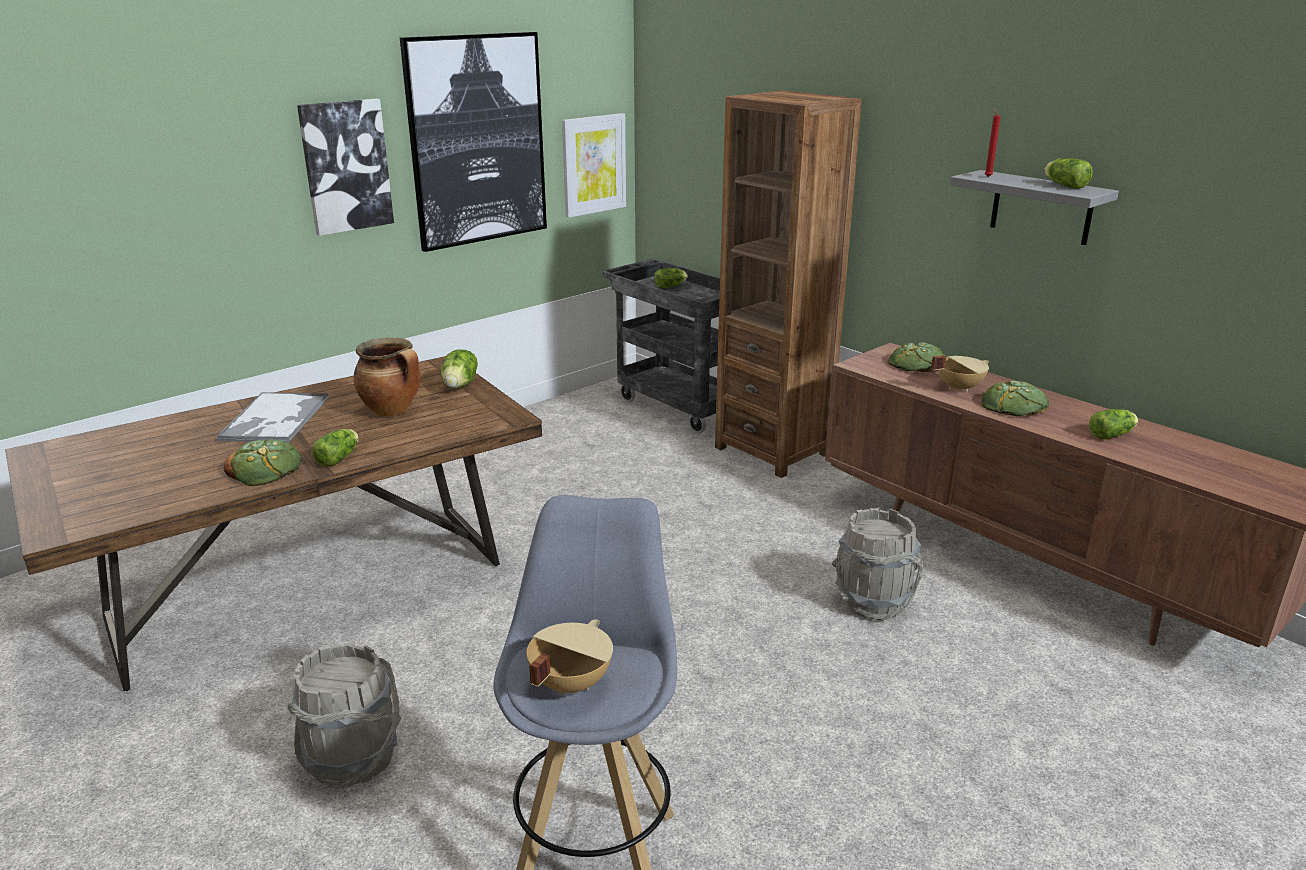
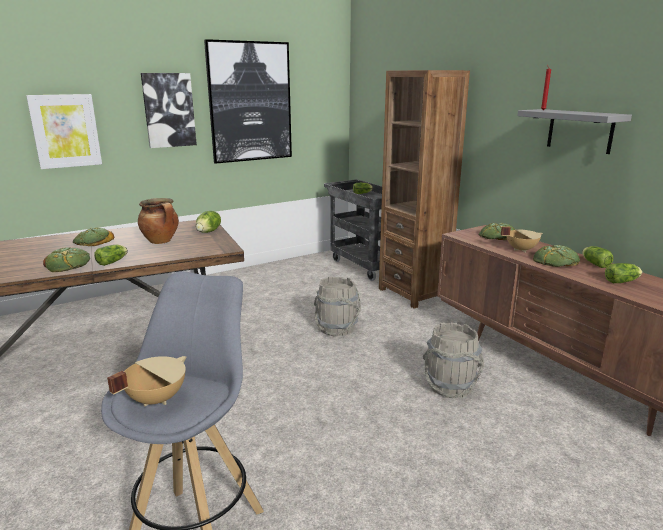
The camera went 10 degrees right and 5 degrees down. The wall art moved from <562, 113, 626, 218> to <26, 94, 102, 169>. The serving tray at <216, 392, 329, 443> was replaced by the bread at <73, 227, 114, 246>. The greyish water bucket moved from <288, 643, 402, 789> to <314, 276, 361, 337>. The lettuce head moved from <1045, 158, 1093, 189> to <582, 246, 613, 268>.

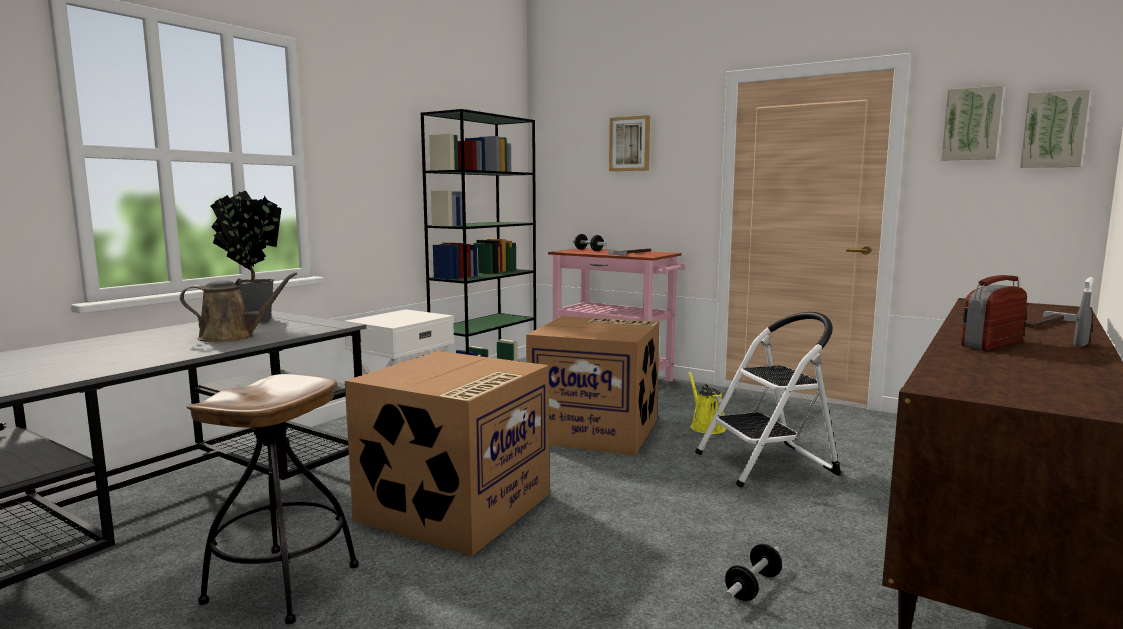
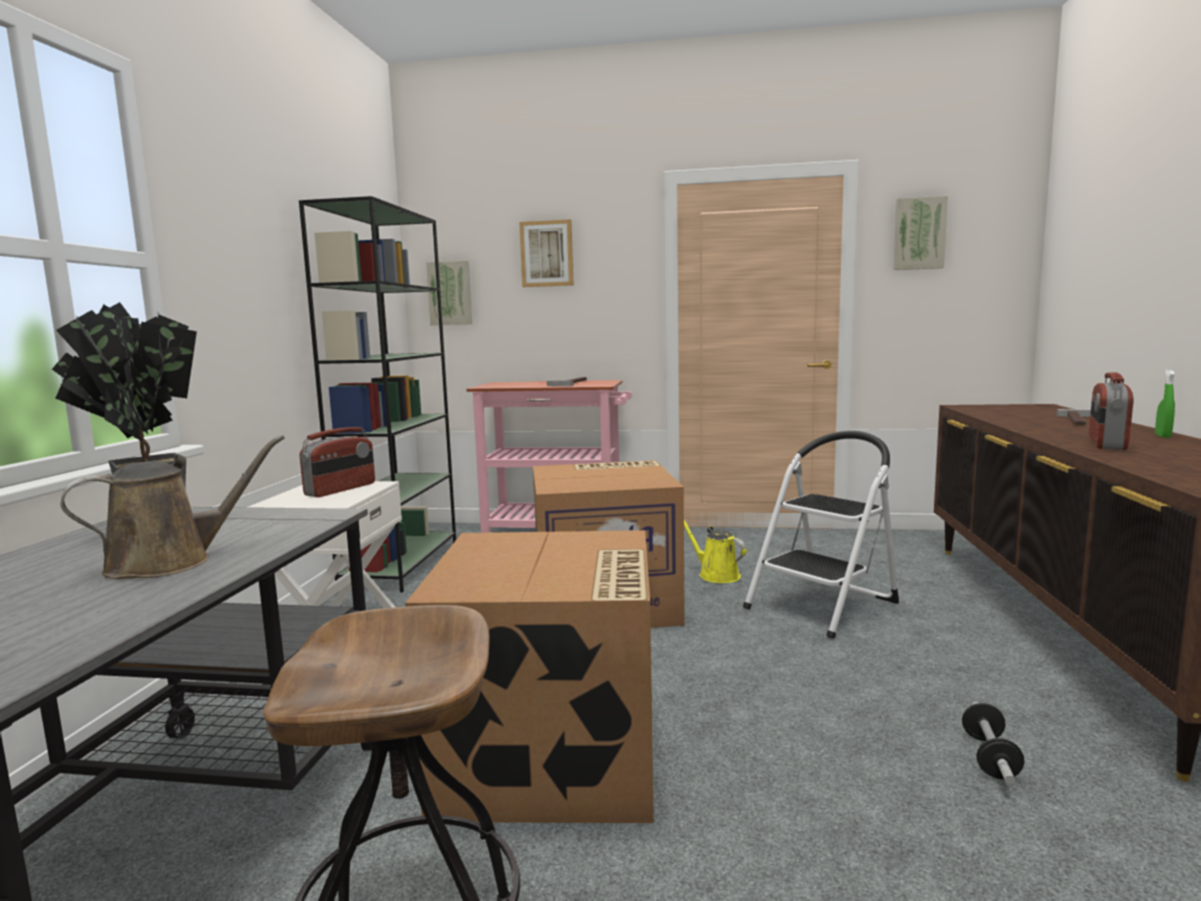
The camera went 25 degrees left and 0 degrees up. The radio set at <300, 427, 375, 497> appeared. The wall art moved from <1020, 89, 1090, 168> to <426, 260, 472, 325>. The greyish hand sprayer at <1074, 277, 1094, 347> became the green hand sprayer at <1155, 370, 1175, 438>. The dumbbell at <572, 234, 607, 251> disappeared.

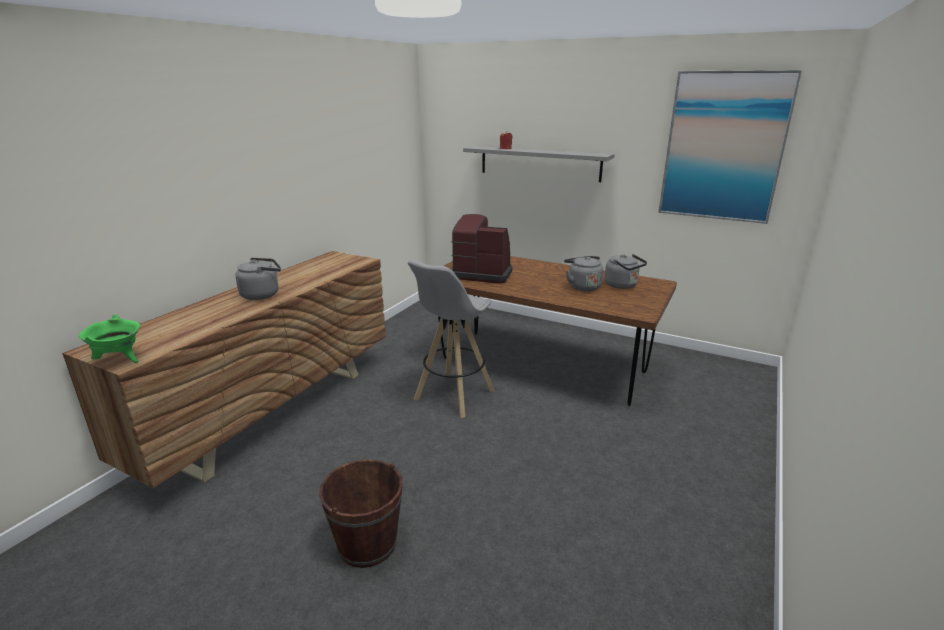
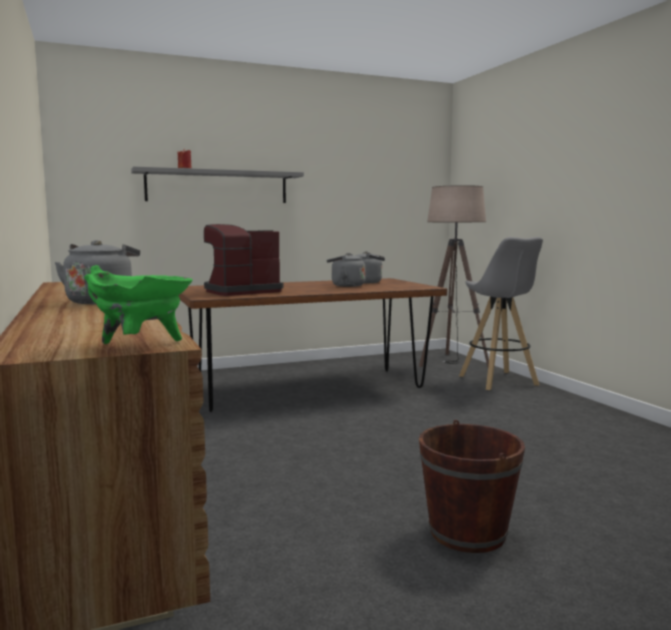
The camera went 50 degrees left and 15 degrees down. The standing lamp at <419, 185, 489, 367> appeared. The greyish stool moved from <408, 260, 495, 418> to <459, 237, 543, 390>. The wall art at <658, 70, 802, 224> disappeared.

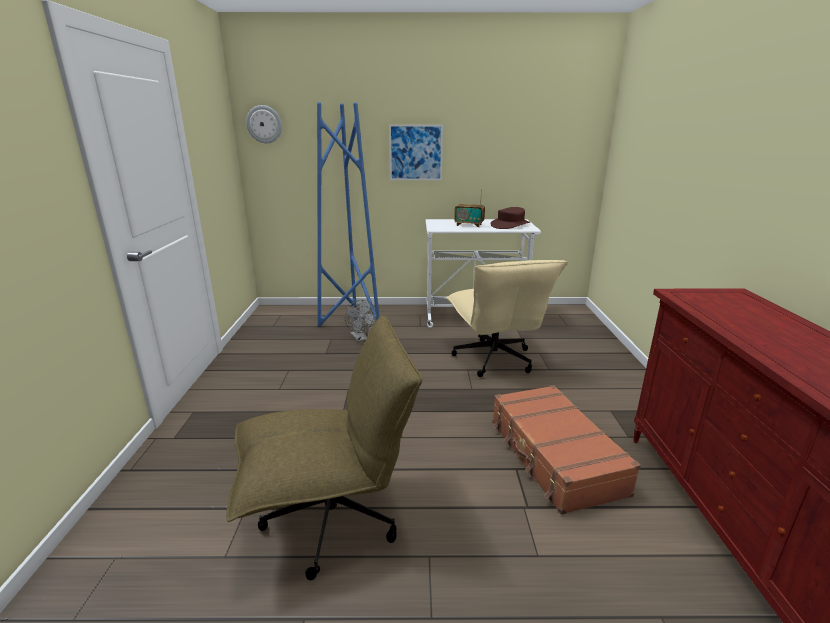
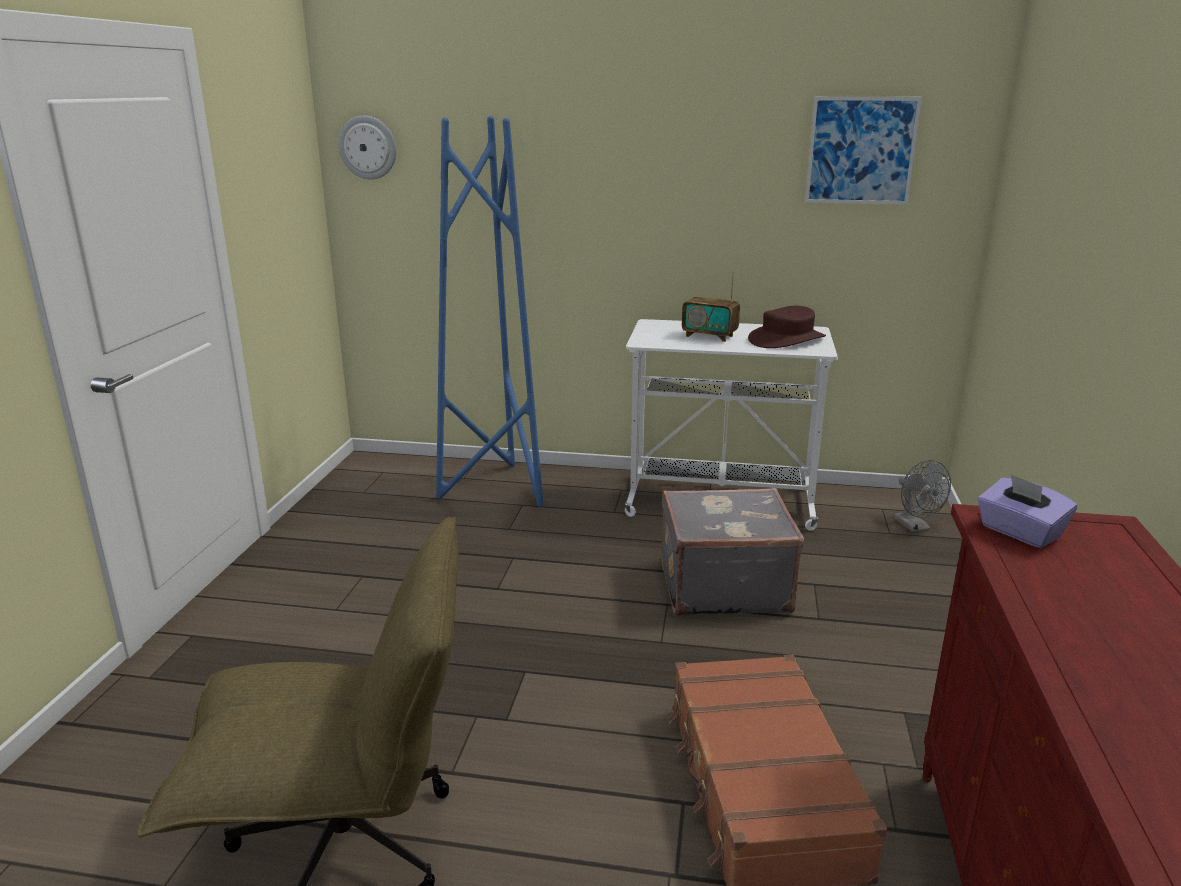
The camera went 10 degrees right and 0 degrees up. The beige-coloured desk chair at <444, 260, 568, 377> was replaced by the greyish suitcase at <662, 488, 804, 616>. The wall art moved from <389, 124, 443, 180> to <805, 97, 922, 205>. The greyish electric fan moved from <345, 300, 377, 342> to <893, 460, 951, 533>. The purple-coloured box of tissues at <978, 474, 1077, 548> appeared.

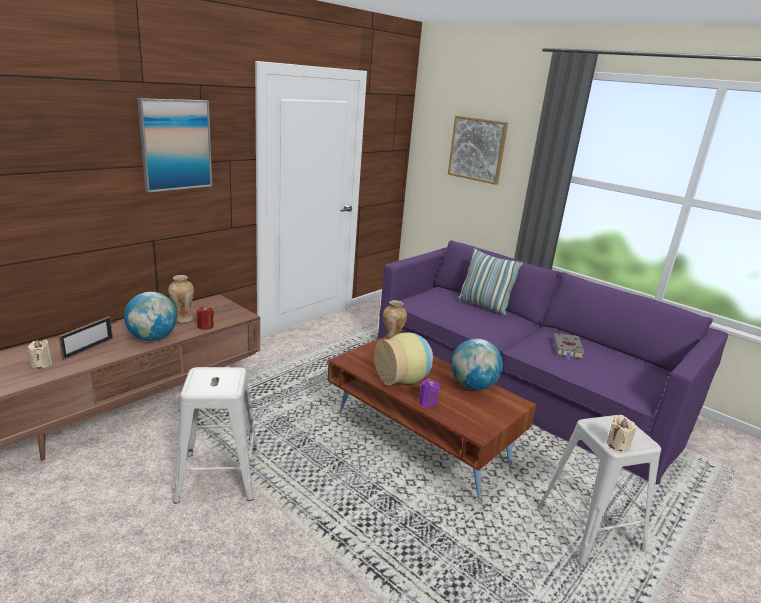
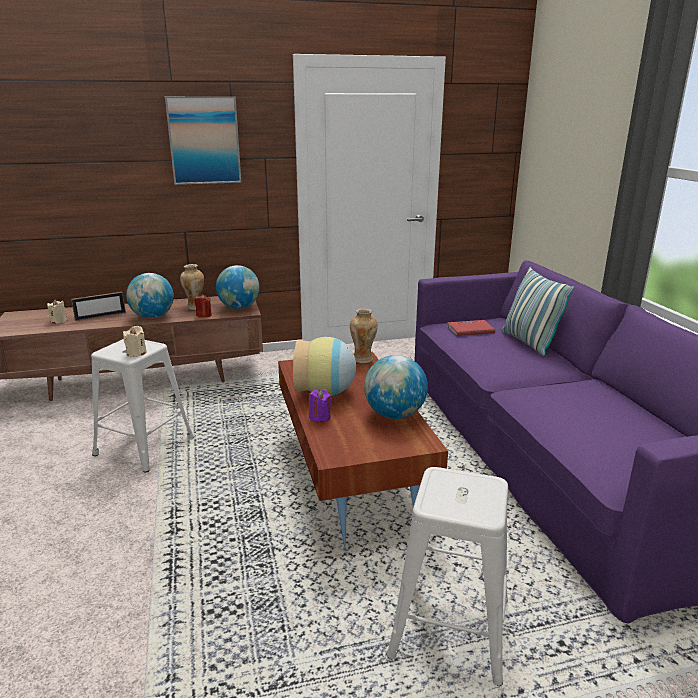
The camera went 35 degrees right and 0 degrees up. The beige-coloured wax candle moved from <607, 415, 636, 452> to <123, 326, 147, 357>. The world globe at <216, 265, 260, 309> appeared. The red bound book at <447, 320, 495, 336> appeared. The wall art at <448, 116, 508, 185> disappeared. The greyish bound book at <553, 333, 585, 361> disappeared.

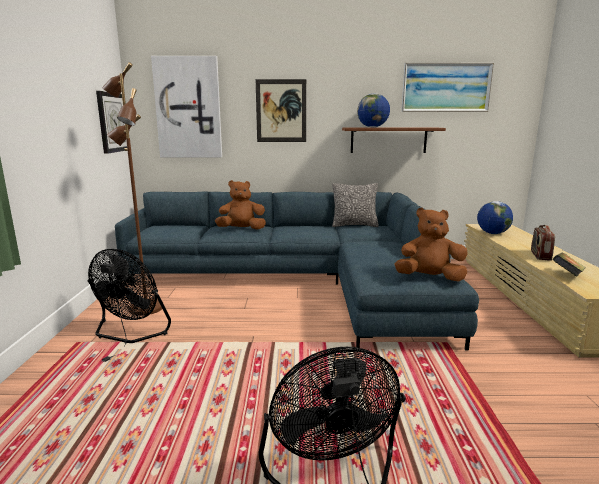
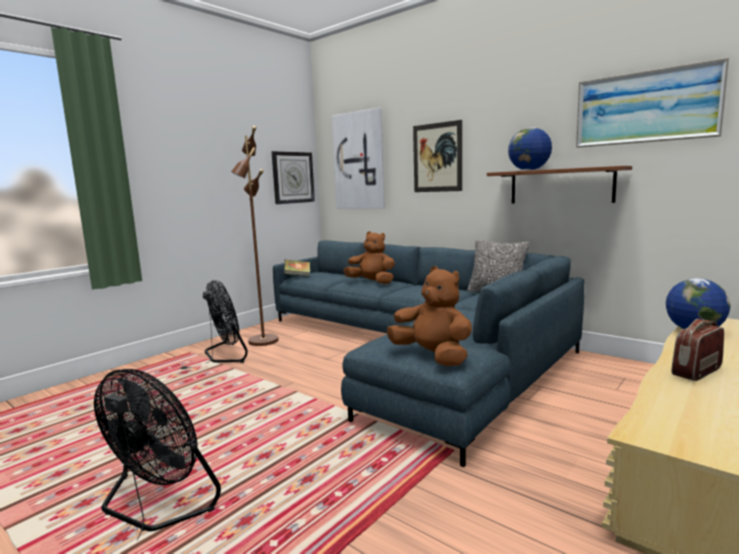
The camera went 40 degrees right and 5 degrees down. The bound book moved from <552, 252, 586, 277> to <284, 260, 310, 277>.

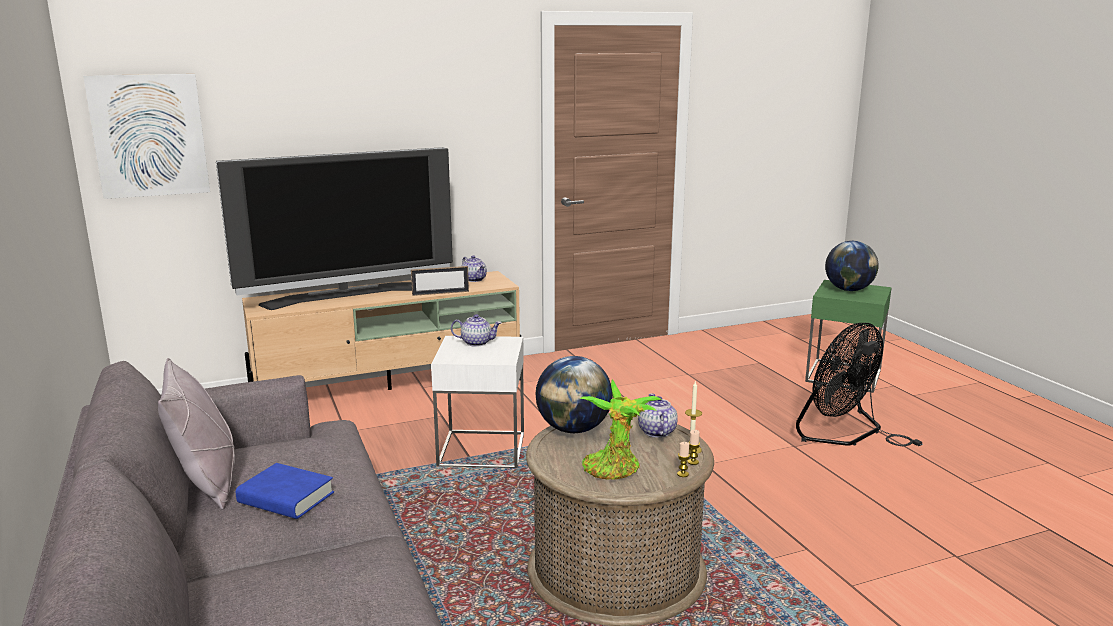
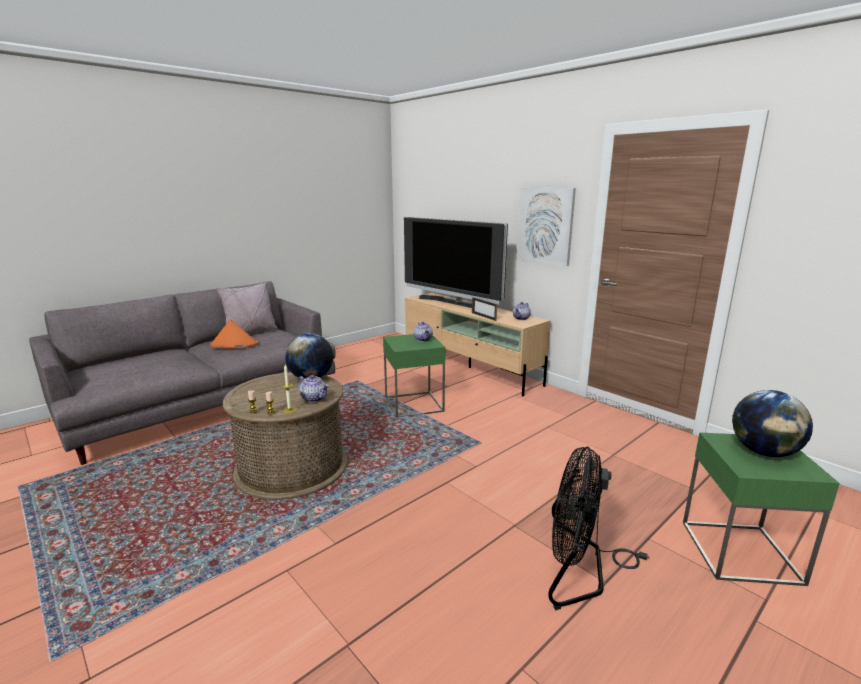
The camera went 70 degrees right and 0 degrees up. The blue-coloured bound book at <236, 463, 334, 519> was replaced by the orangey wearable hat at <210, 319, 259, 349>. The teapot at <638, 394, 678, 438> turned 60 degrees clockwise. The whitish end table at <431, 336, 524, 468> became the green end table at <383, 334, 445, 417>. The wall art moved from <83, 74, 210, 199> to <517, 188, 576, 266>. The black-coloured electric fan at <796, 323, 922, 446> turned 105 degrees counterclockwise. The houseplant at <579, 379, 662, 480> disappeared.

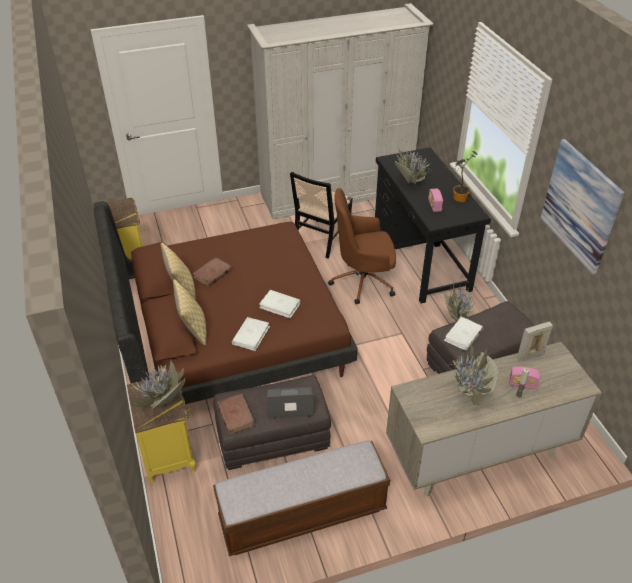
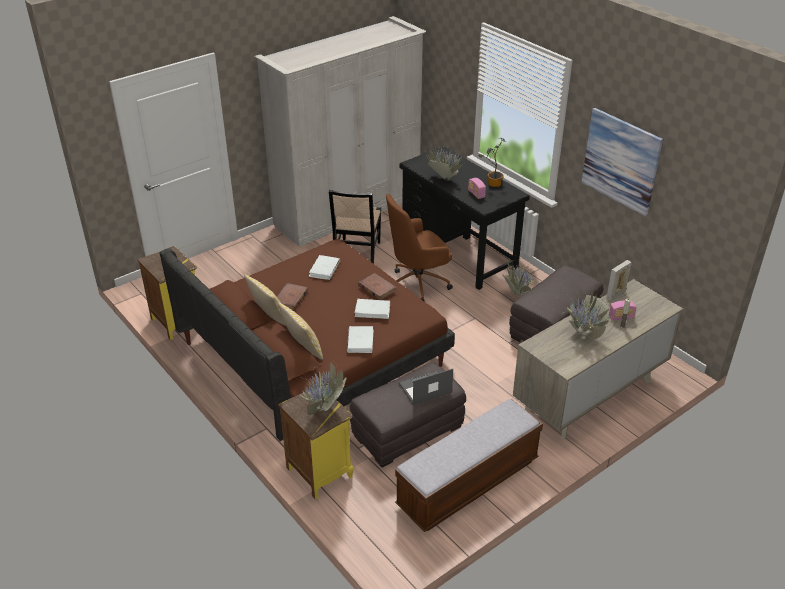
The camera went 20 degrees left and 5 degrees down. The whitish bound book moved from <444, 317, 483, 351> to <309, 255, 340, 280>. The brown bound book moved from <217, 394, 255, 434> to <358, 273, 396, 300>.

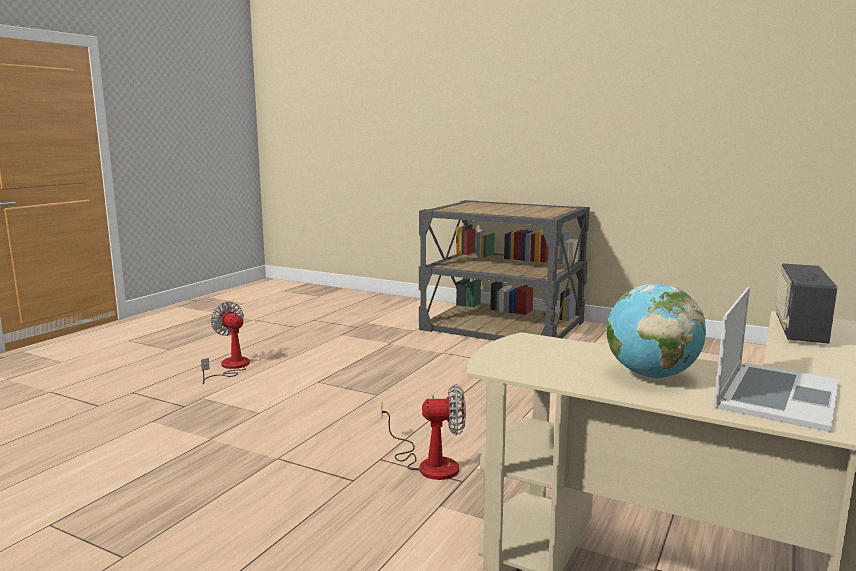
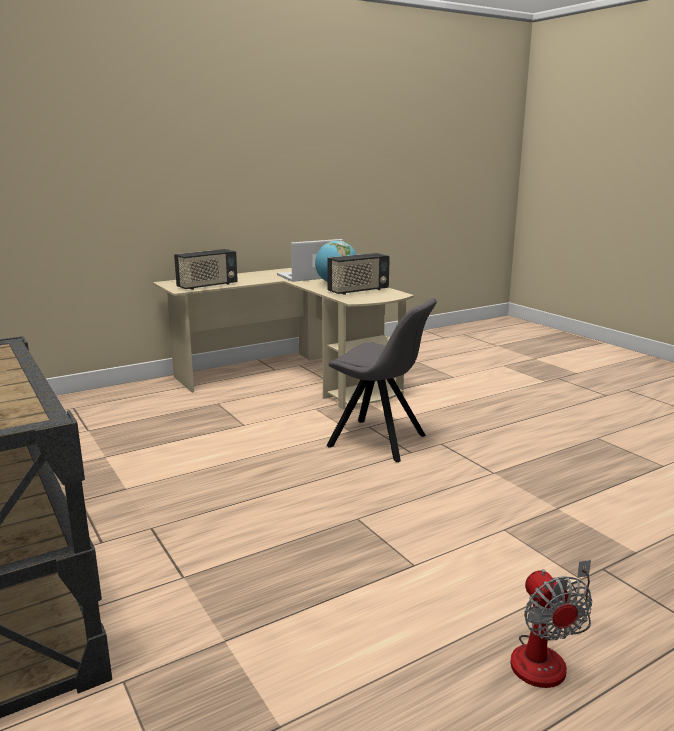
The camera went 150 degrees left and 5 degrees up. The radio set at <327, 253, 390, 295> appeared. The electric fan at <381, 384, 466, 480> was replaced by the greyish chair at <327, 298, 437, 462>.

